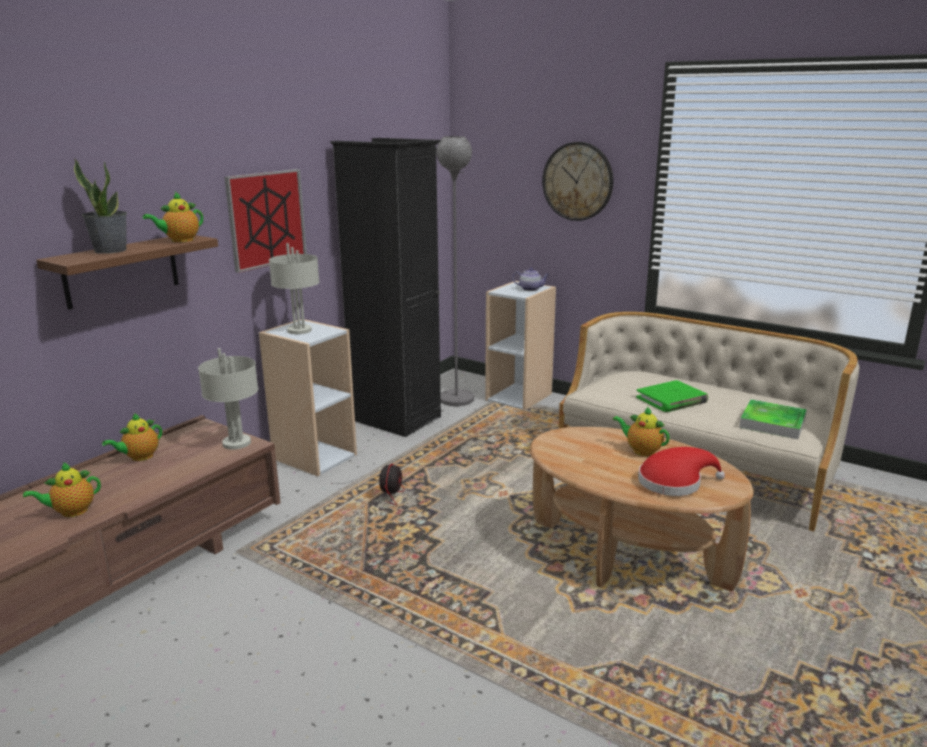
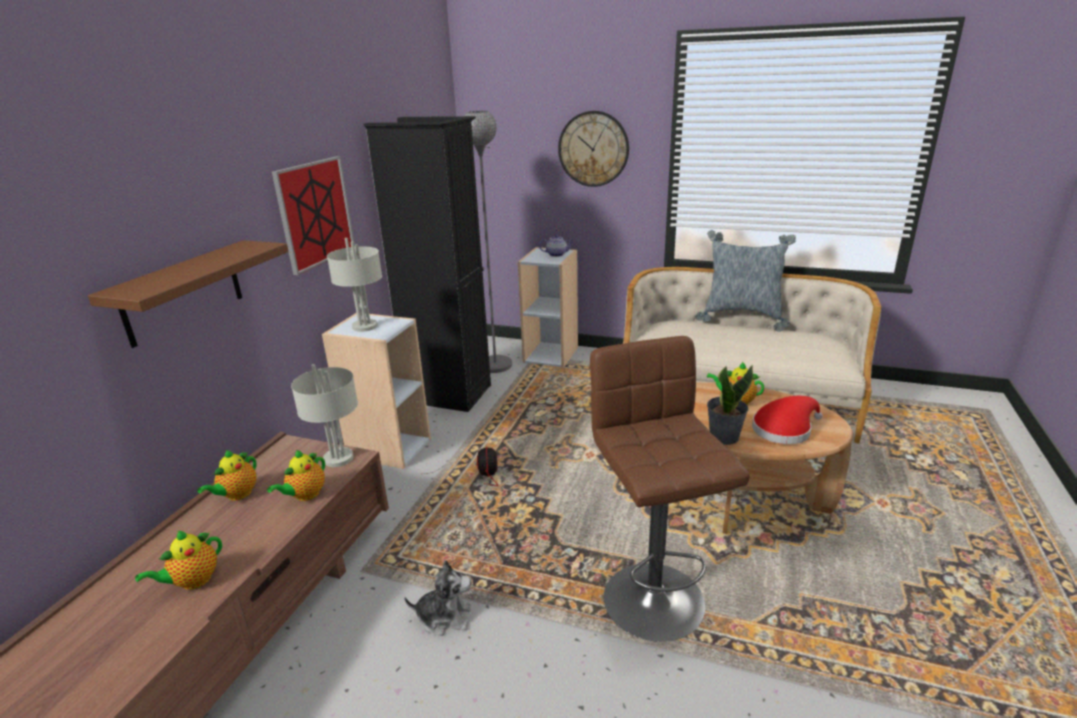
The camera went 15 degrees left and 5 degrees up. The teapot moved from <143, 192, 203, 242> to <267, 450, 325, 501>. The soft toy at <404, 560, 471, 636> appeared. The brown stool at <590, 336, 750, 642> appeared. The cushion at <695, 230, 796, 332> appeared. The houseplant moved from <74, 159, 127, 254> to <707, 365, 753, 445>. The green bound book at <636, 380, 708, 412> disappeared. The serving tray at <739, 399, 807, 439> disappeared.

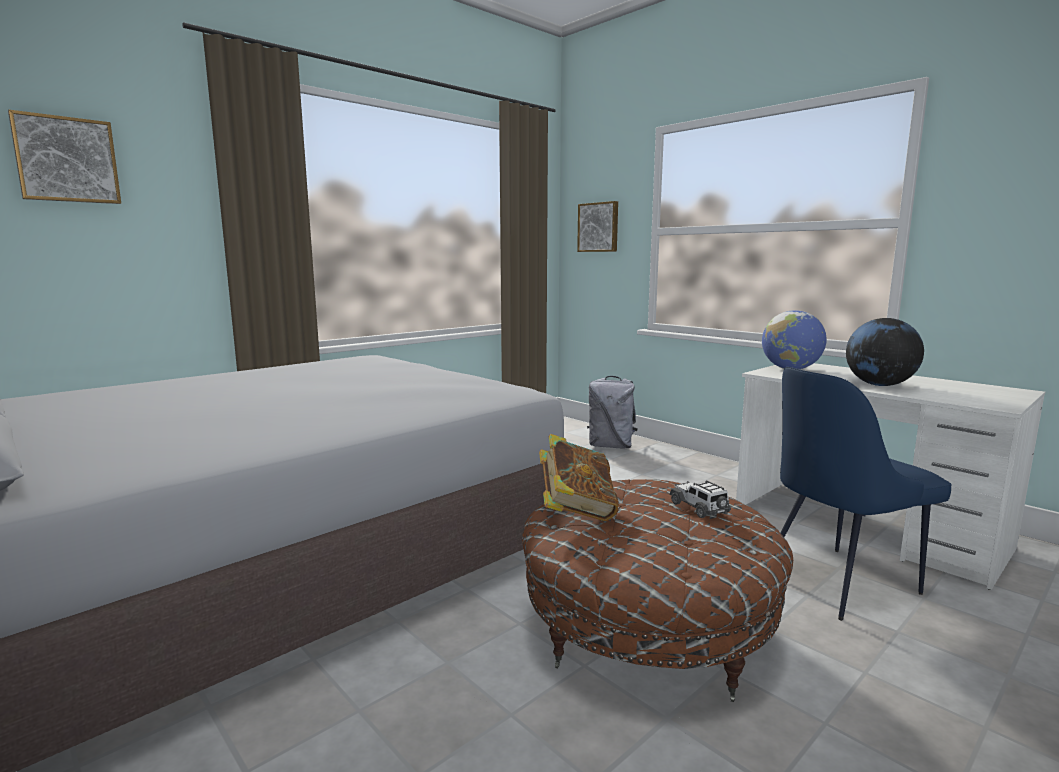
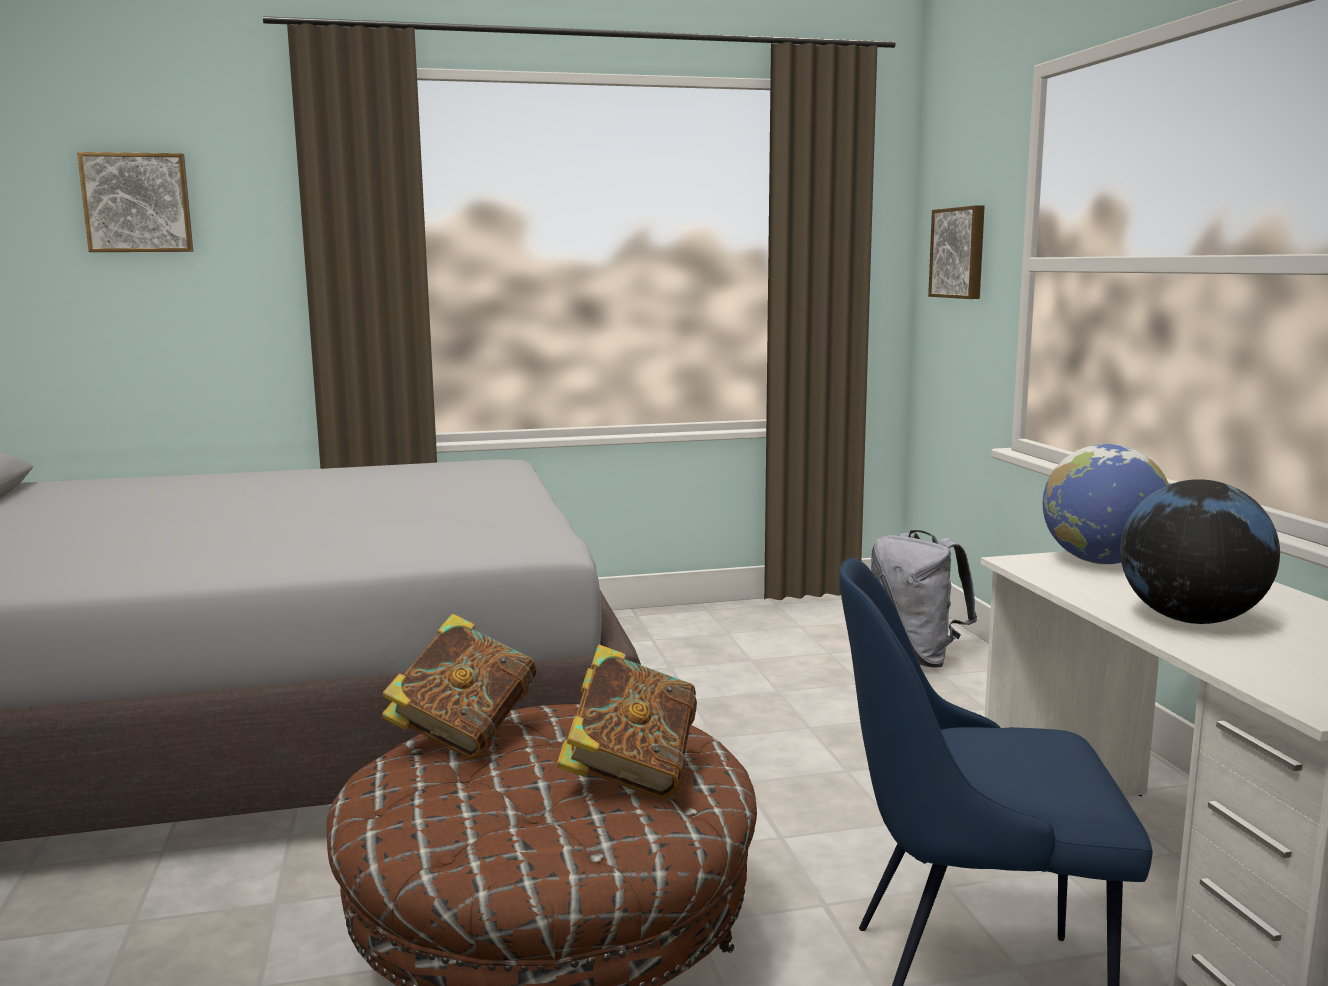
The camera went 30 degrees right and 0 degrees up. The model car at <669, 480, 731, 518> was replaced by the bound book at <556, 644, 697, 799>.

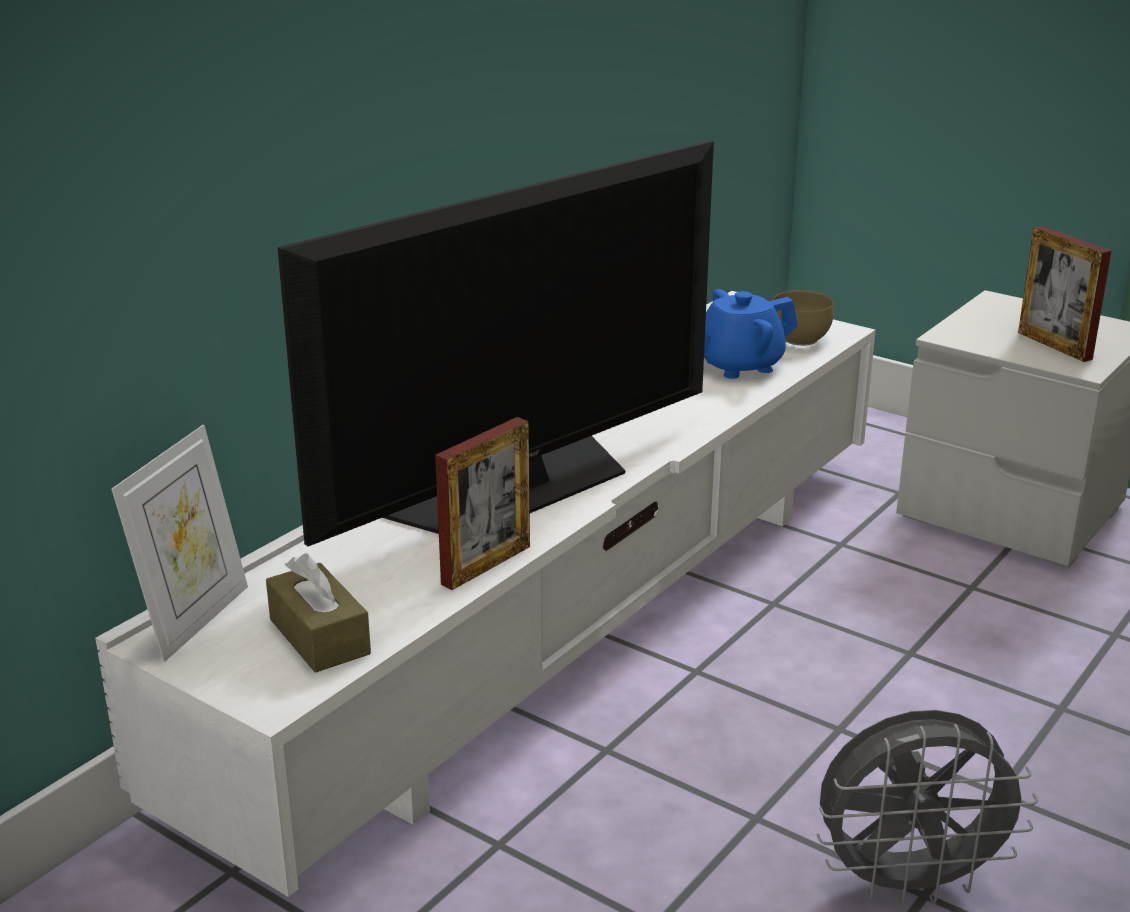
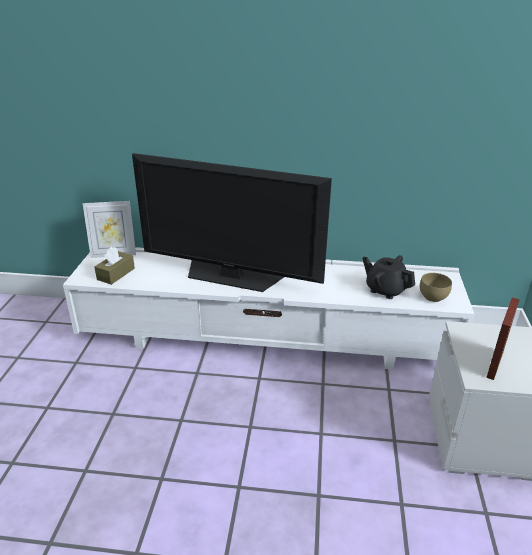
The camera went 60 degrees right and 5 degrees up. The blue-coloured teapot at <704, 289, 798, 379> became the black-coloured teapot at <362, 255, 415, 299>. The picture frame at <435, 417, 530, 590> disappeared. The greyish electric fan at <817, 710, 1038, 906> disappeared.

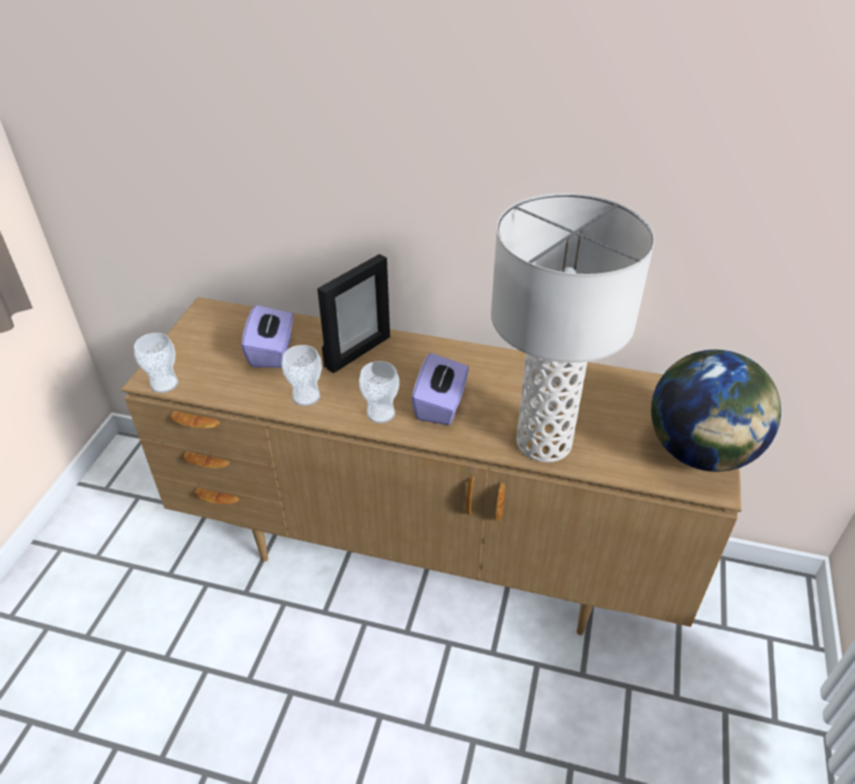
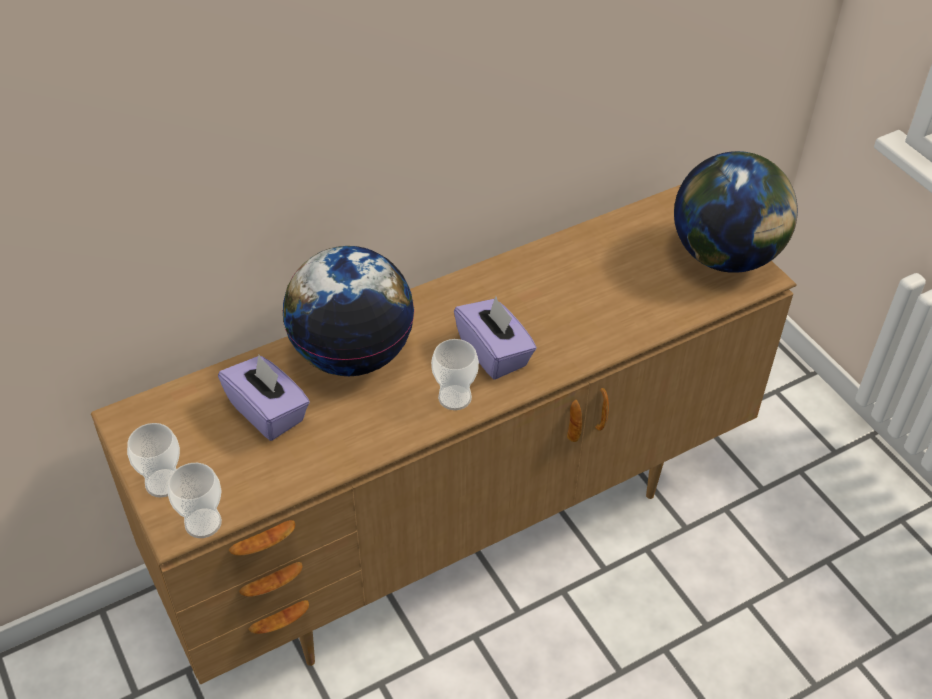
The camera went 45 degrees left and 5 degrees up. The drinking cup moved from <282, 345, 322, 406> to <127, 423, 180, 498>. The picture frame at <317, 254, 390, 373> was replaced by the world globe at <282, 246, 414, 376>. The whitish table lamp at <491, 193, 655, 462> disappeared.

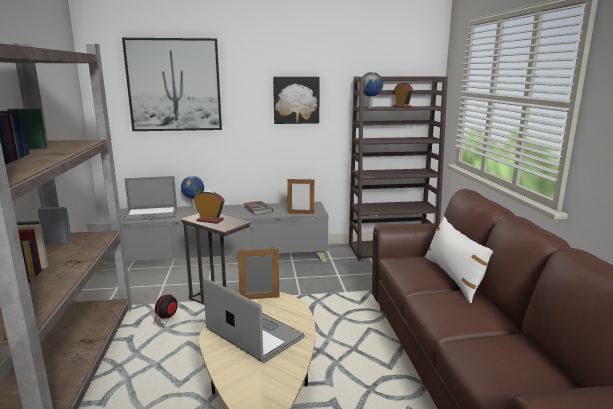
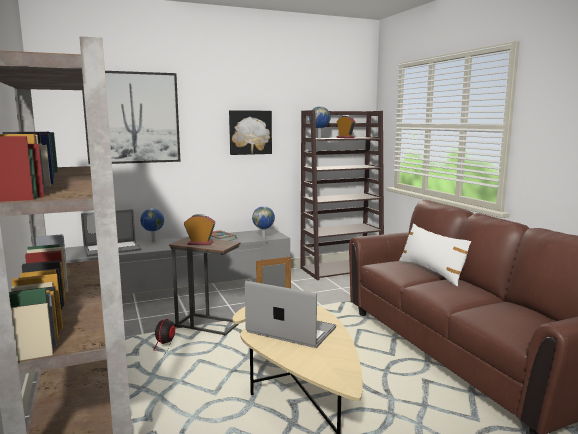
The camera went 15 degrees left and 5 degrees down. The picture frame at <287, 179, 314, 214> was replaced by the world globe at <252, 206, 275, 239>.

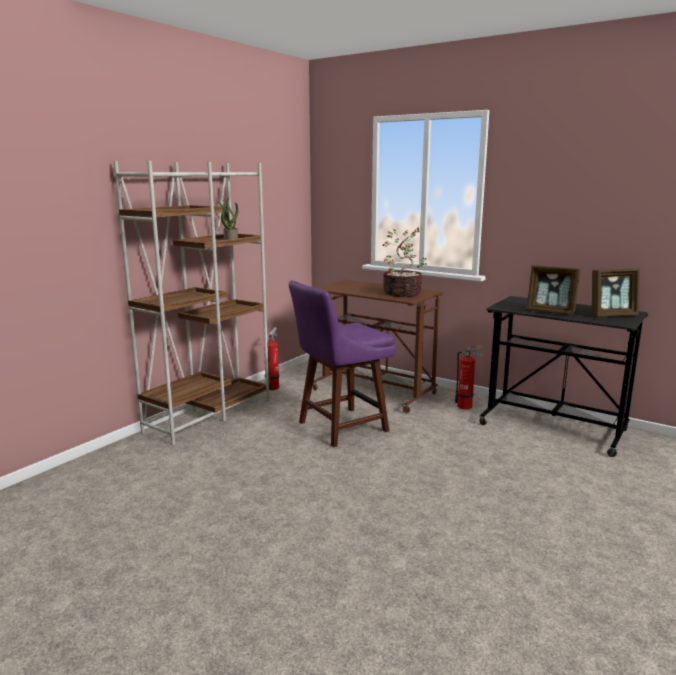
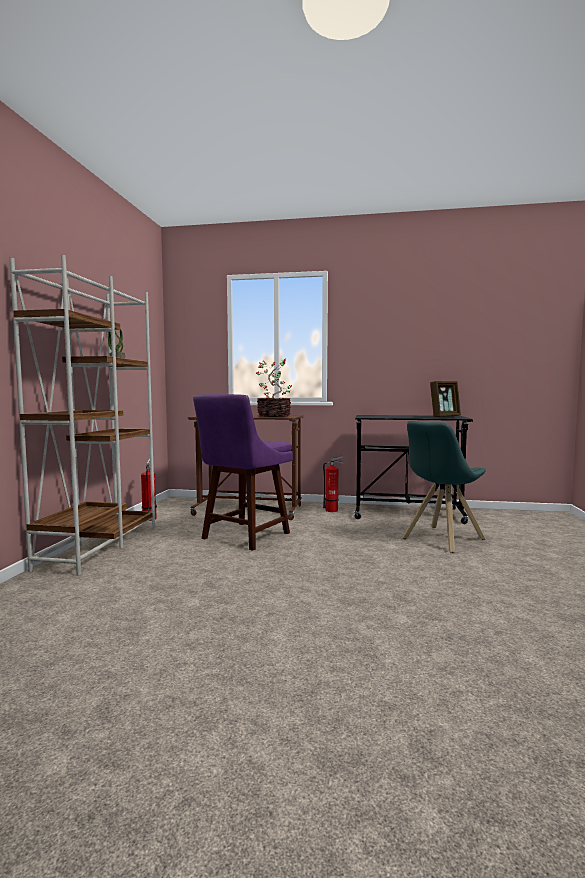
The camera went 25 degrees left and 10 degrees down. The turquoise chair at <402, 421, 486, 553> appeared. The picture frame at <526, 265, 581, 315> disappeared.

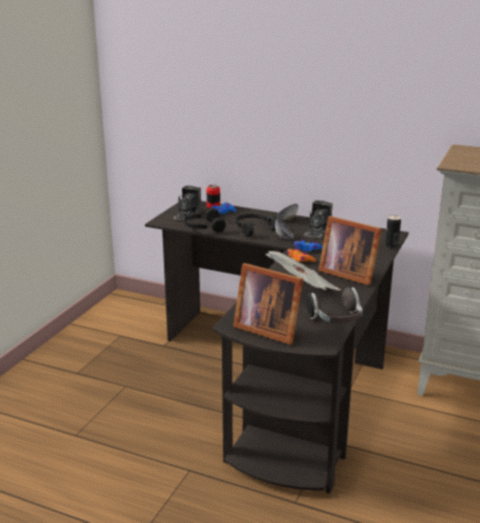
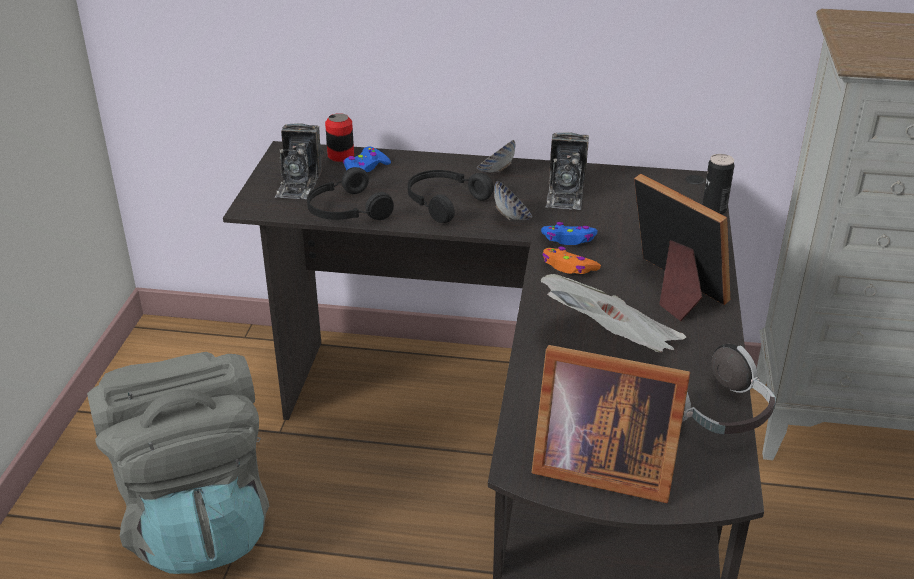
The camera went 15 degrees left and 10 degrees up. The greyish rucksack at <87, 352, 269, 574> appeared. The picture frame at <318, 216, 382, 285> turned 150 degrees counterclockwise.

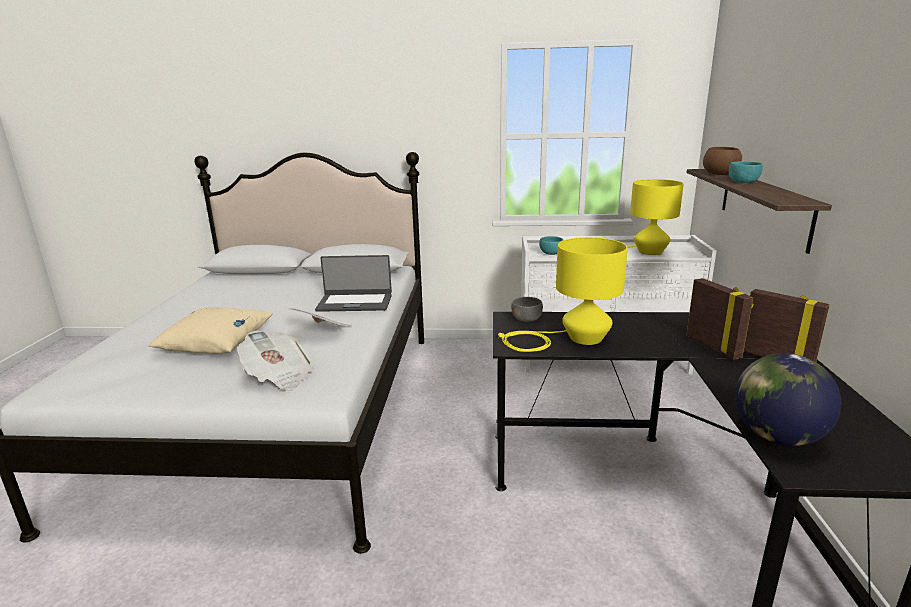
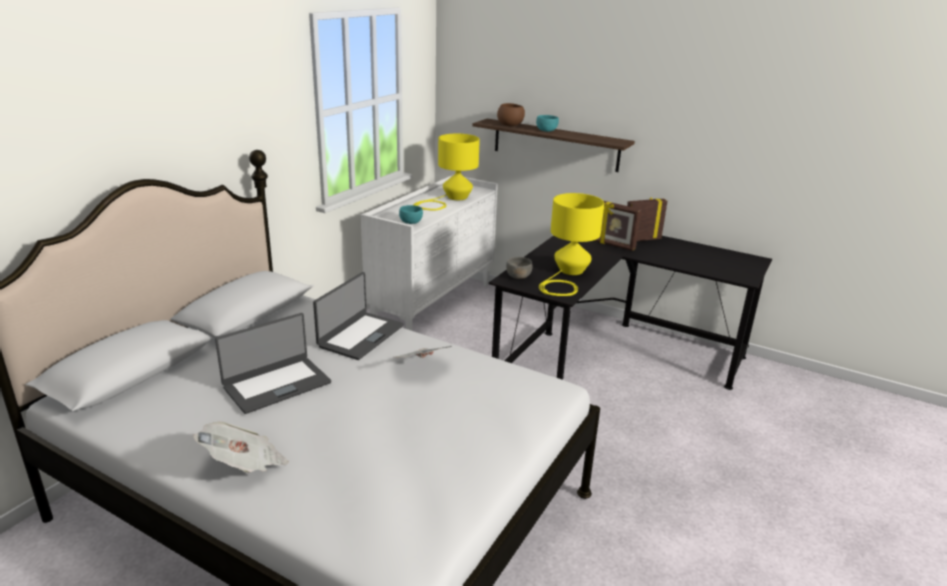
The camera went 65 degrees left and 5 degrees up. The newspaper moved from <237, 331, 314, 391> to <193, 422, 289, 473>. The laptop at <215, 313, 331, 414> appeared. The picture frame at <686, 278, 753, 360> turned 150 degrees counterclockwise. The beige-coloured cushion at <148, 307, 273, 354> disappeared. The world globe at <735, 353, 841, 446> disappeared.

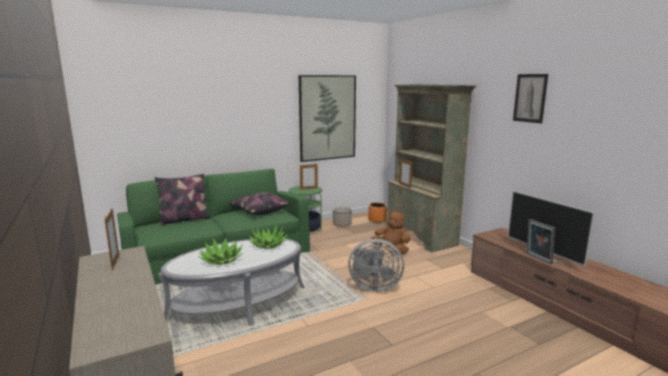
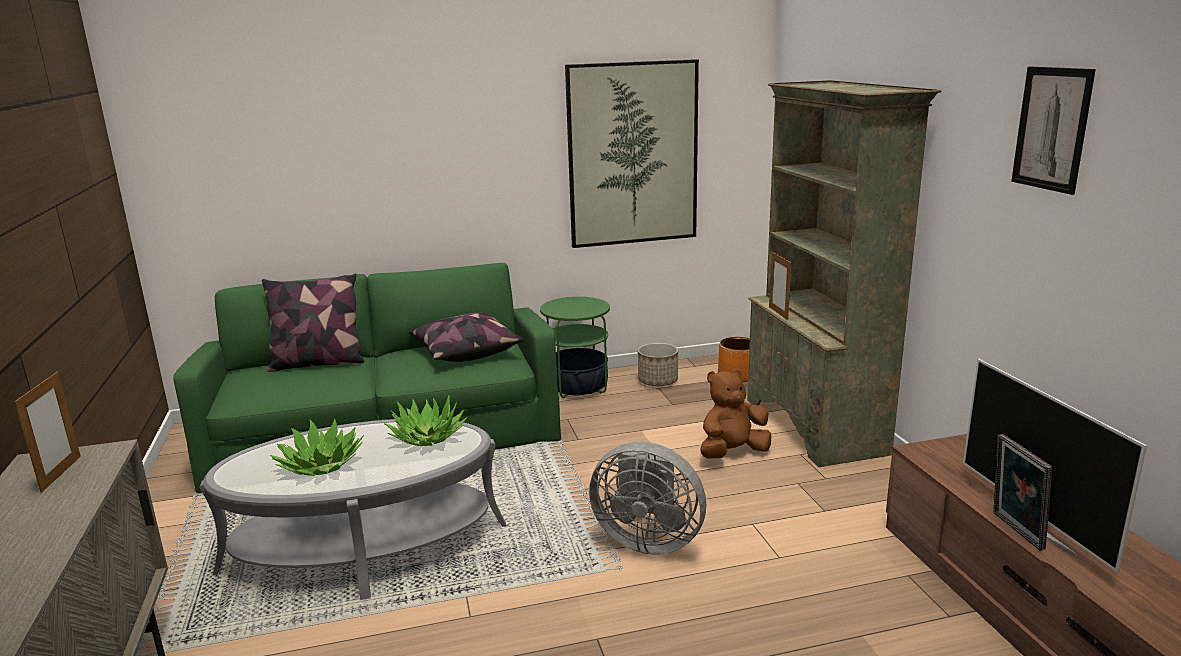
The camera went 15 degrees right and 5 degrees up. The brown soft toy at <371, 210, 411, 254> turned 75 degrees counterclockwise. The picture frame at <300, 163, 318, 190> disappeared.

